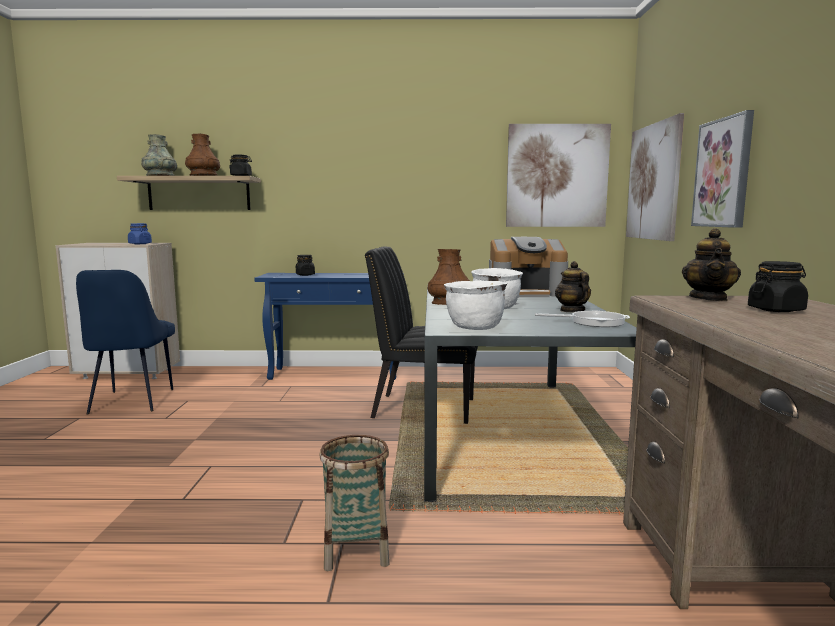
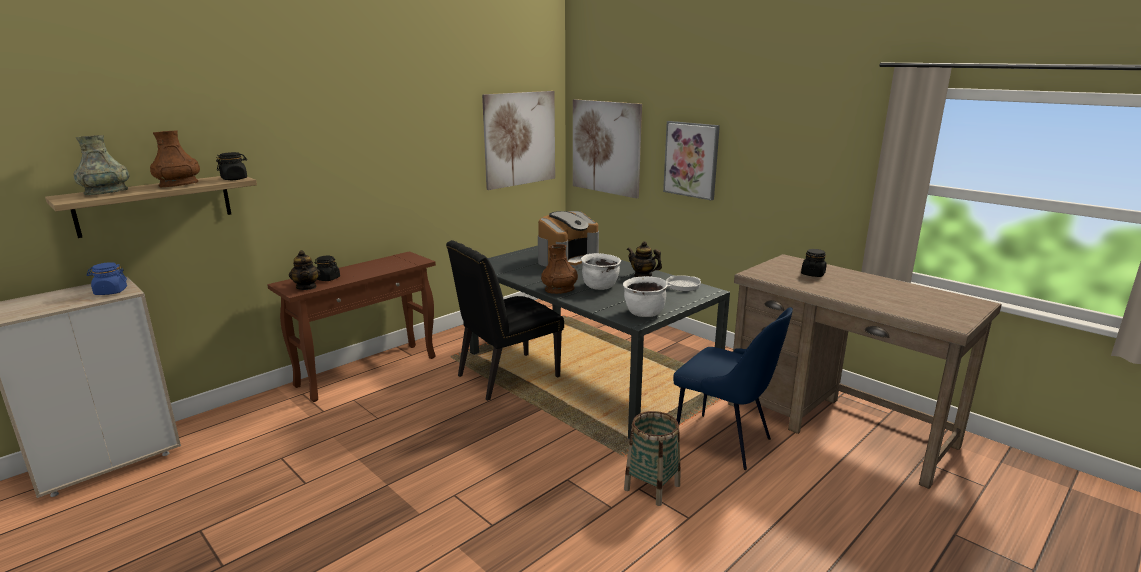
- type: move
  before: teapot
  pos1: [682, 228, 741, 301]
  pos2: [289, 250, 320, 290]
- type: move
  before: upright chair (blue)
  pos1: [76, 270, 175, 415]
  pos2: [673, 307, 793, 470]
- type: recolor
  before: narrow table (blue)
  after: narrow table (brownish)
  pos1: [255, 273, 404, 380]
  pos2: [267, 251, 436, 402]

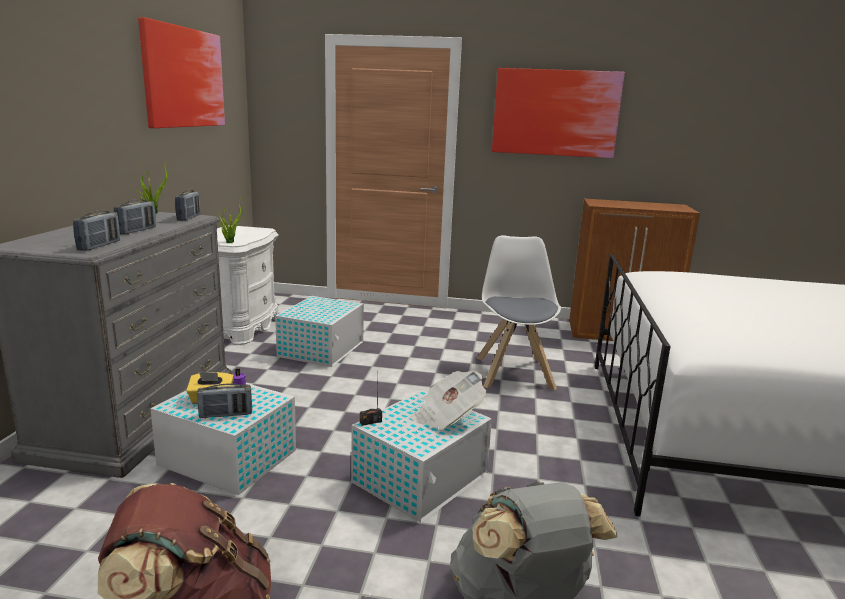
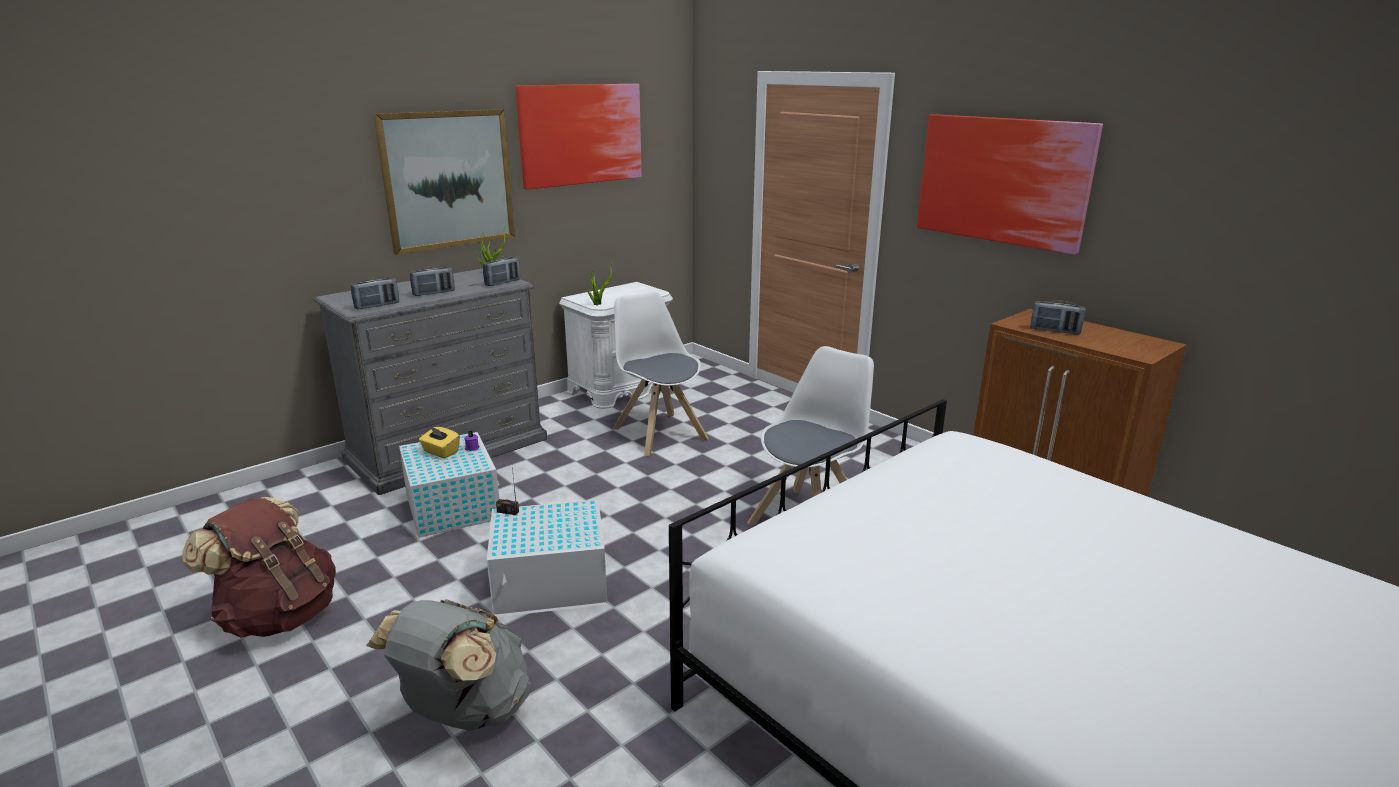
- type: replace
  before: storage bin (white-coloured)
  after: upright chair
  pos1: [275, 296, 364, 367]
  pos2: [613, 292, 708, 456]
- type: delete
  before: newspaper
  pos1: [411, 371, 486, 430]
- type: move
  before: radio receiver
  pos1: [197, 383, 252, 418]
  pos2: [1030, 300, 1086, 334]
- type: insert
  after: wall picture
  pos2: [373, 109, 515, 255]

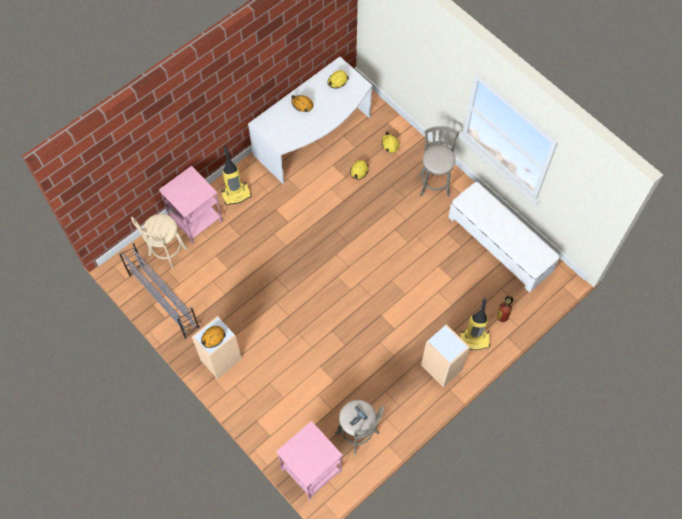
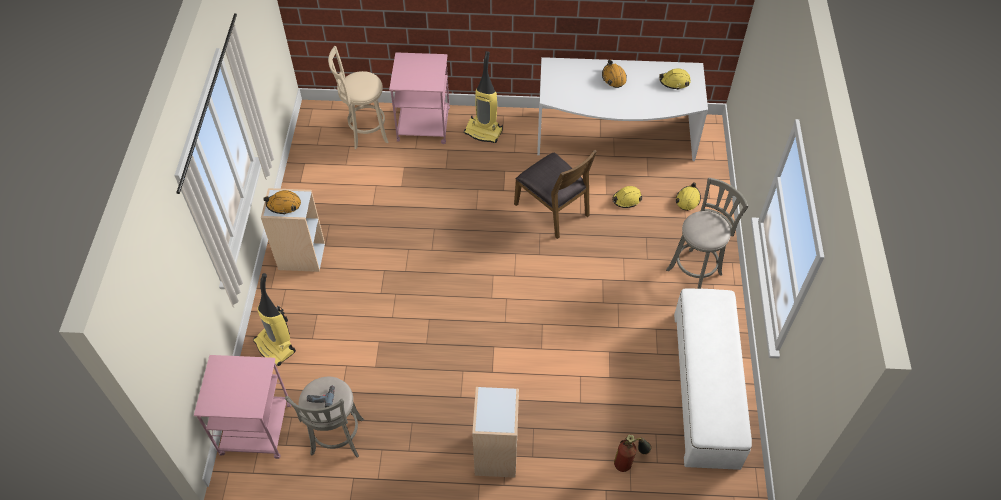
- type: delete
  before: shoe rack (greyish)
  pos1: [119, 242, 200, 339]
- type: move
  before: vacuum cleaner
  pos1: [460, 298, 490, 350]
  pos2: [253, 273, 296, 366]
- type: insert
  after: upright chair (brownish)
  pos2: [514, 150, 597, 239]

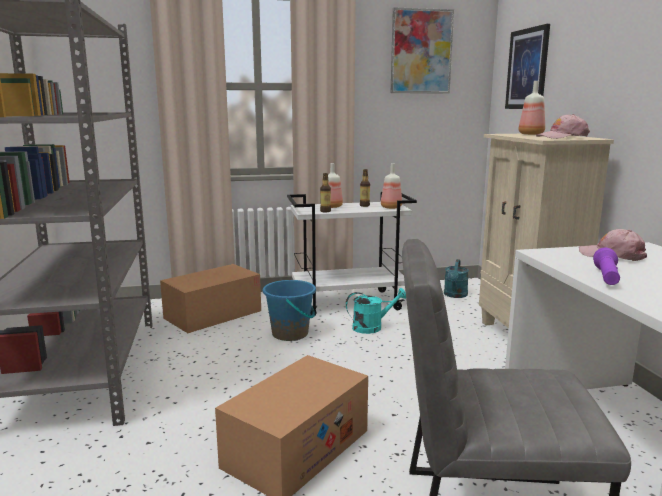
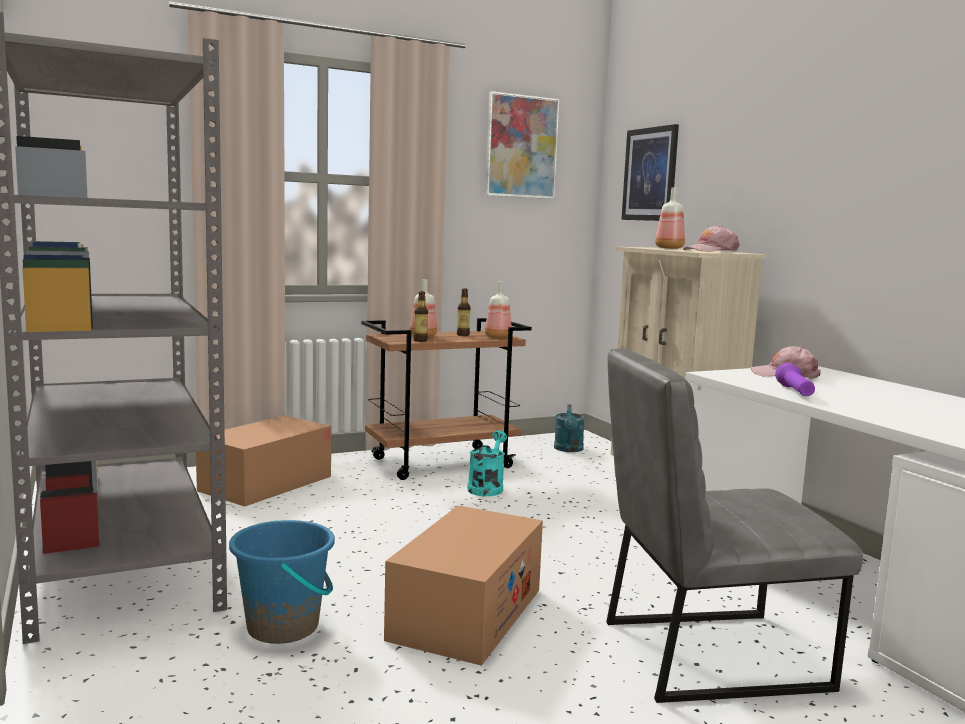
- type: recolor
  before: trolley (white-coloured)
  after: trolley (brownish)
  pos1: [287, 192, 417, 315]
  pos2: [361, 318, 532, 480]
- type: move
  before: pail (blue)
  pos1: [263, 280, 316, 341]
  pos2: [229, 520, 335, 644]
- type: rotate
  before: watering pot (turquoise)
  pos1: [346, 288, 406, 334]
  pos2: [467, 430, 507, 496]
  turn: -45

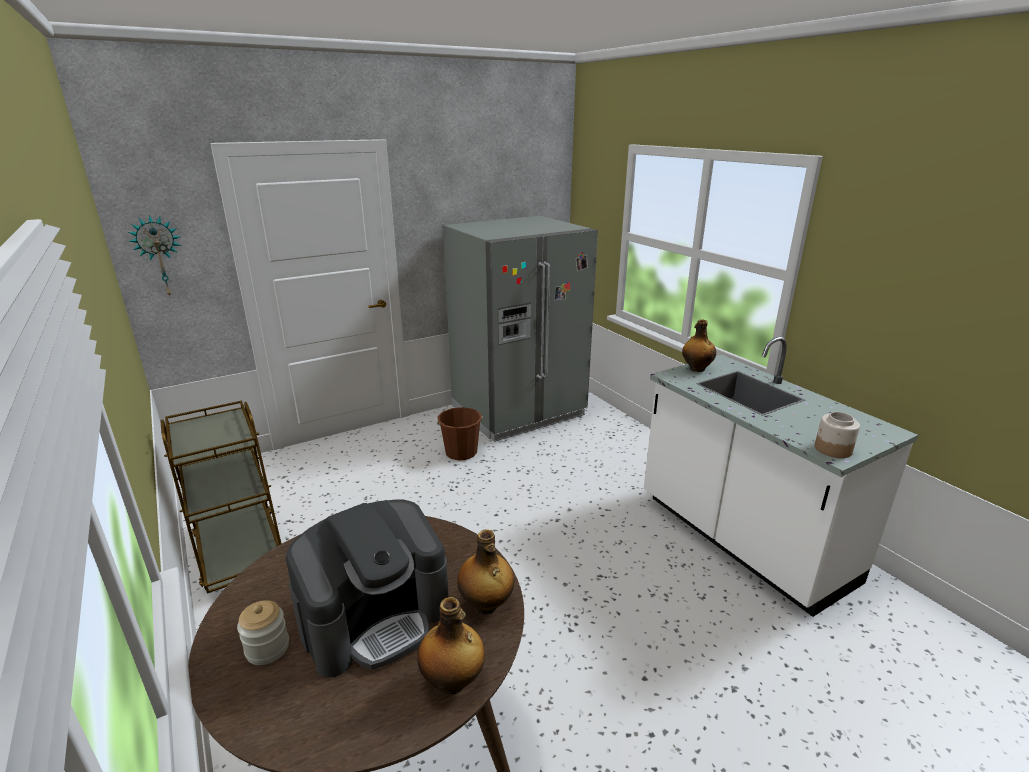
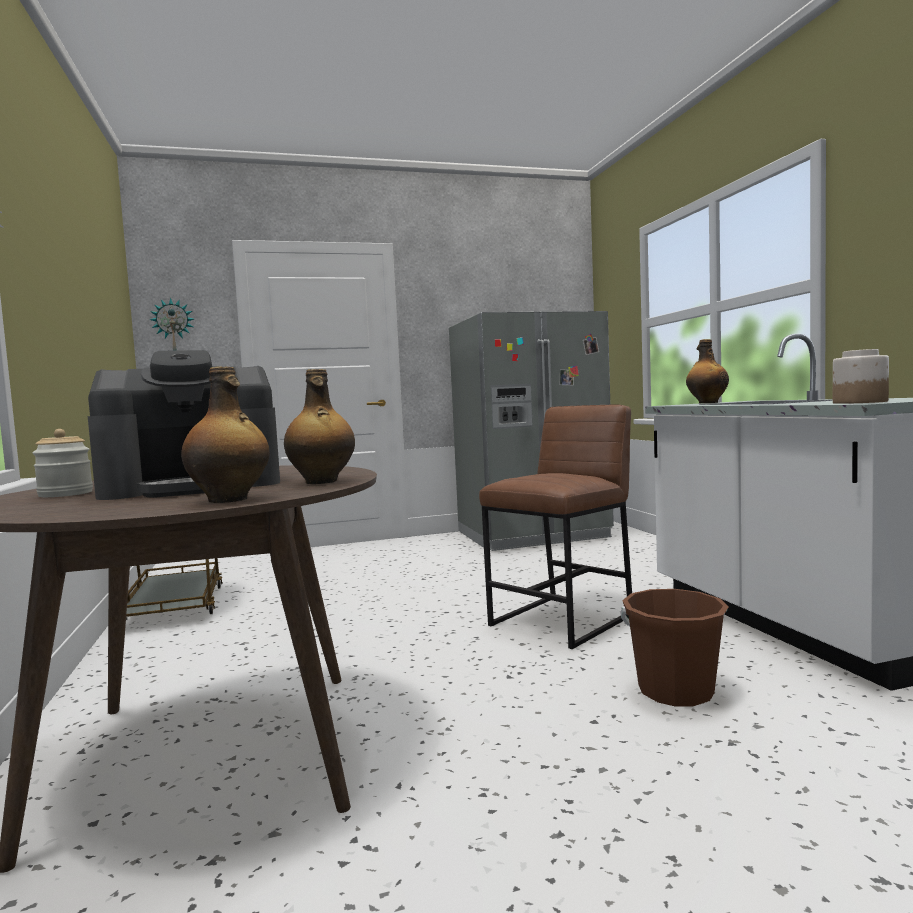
- type: move
  before: pail (brownish)
  pos1: [437, 407, 483, 460]
  pos2: [620, 589, 729, 707]
- type: insert
  after: upright chair (brownish)
  pos2: [479, 405, 632, 649]

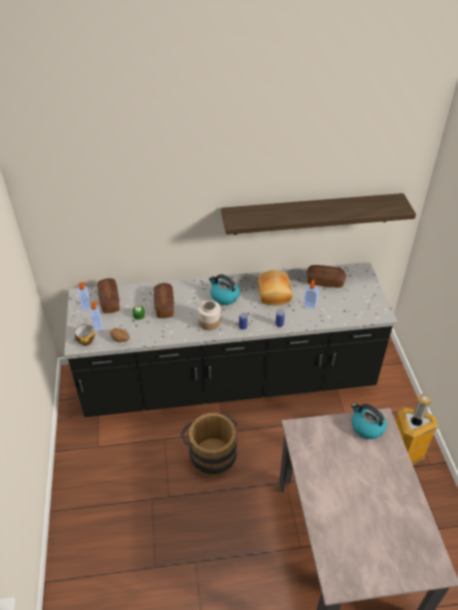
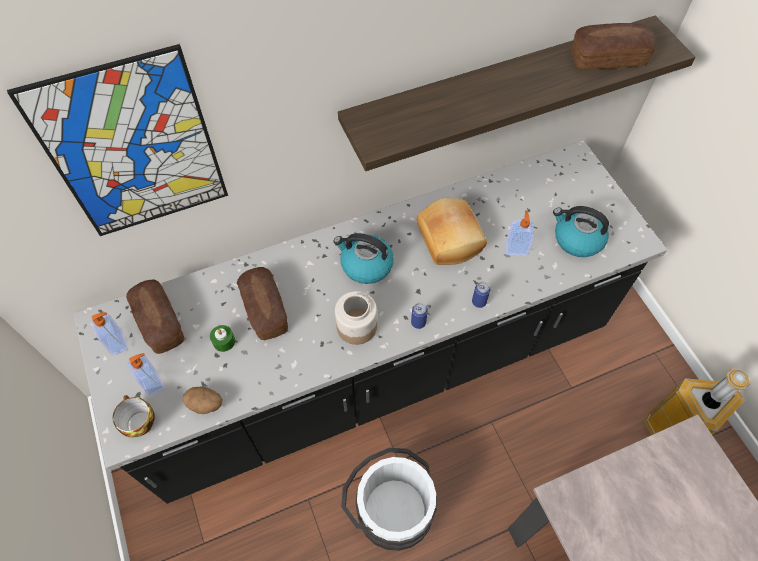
- type: move
  before: bread
  pos1: [307, 265, 346, 288]
  pos2: [571, 23, 657, 70]
- type: move
  before: tea kettle
  pos1: [351, 403, 387, 439]
  pos2: [553, 206, 609, 257]
- type: recolor
  before: pail (brownish)
  after: pail (white-coloured)
  pos1: [180, 413, 237, 477]
  pos2: [341, 448, 437, 551]
- type: insert
  after: wall picture
  pos2: [7, 44, 228, 236]

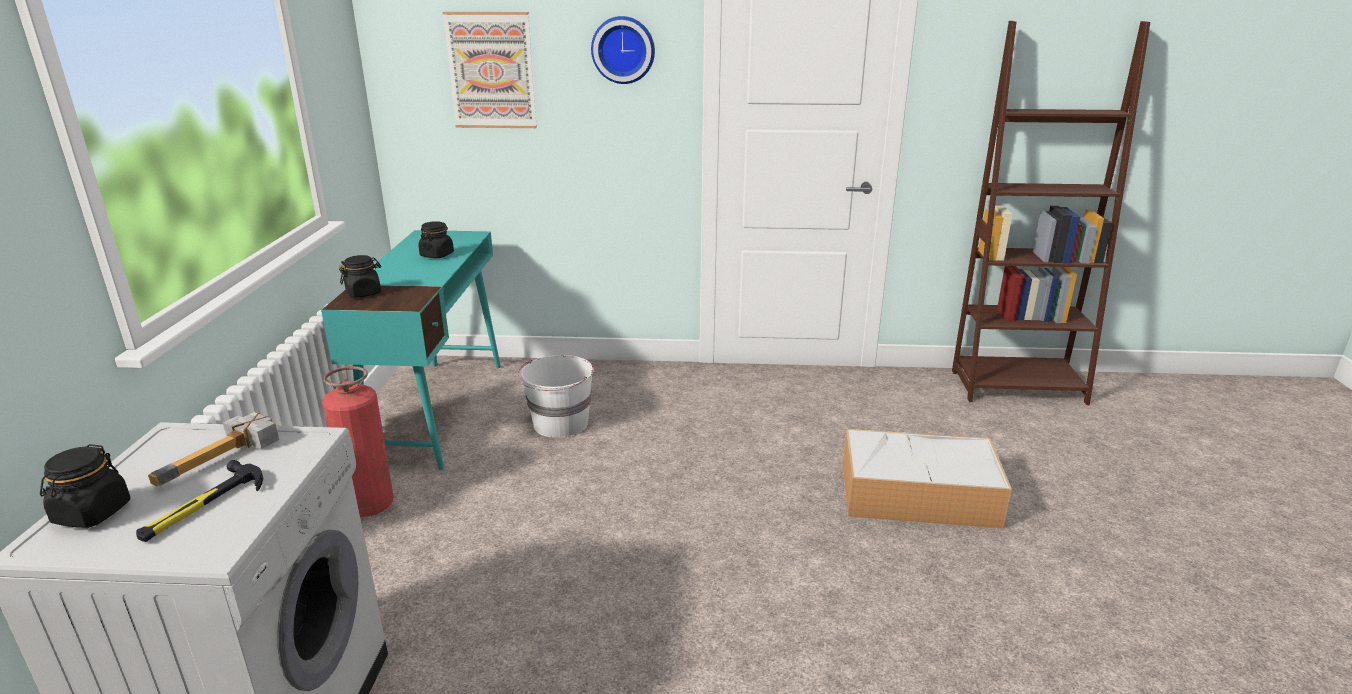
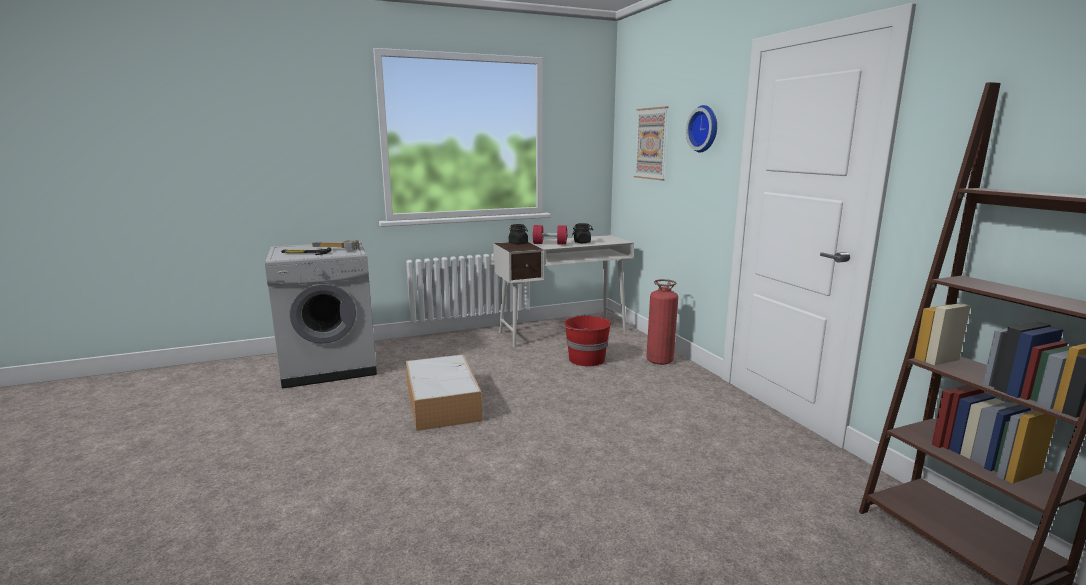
- type: recolor
  before: desk table (turquoise)
  after: desk table (white-coloured)
  pos1: [321, 230, 501, 470]
  pos2: [493, 235, 634, 347]
- type: recolor
  before: pail (white-coloured)
  after: pail (reddish)
  pos1: [518, 355, 594, 438]
  pos2: [562, 314, 611, 366]
- type: move
  before: extinguisher
  pos1: [322, 366, 394, 517]
  pos2: [646, 279, 678, 365]
- type: move
  before: storage bin
  pos1: [843, 429, 1012, 529]
  pos2: [406, 354, 482, 431]
- type: delete
  before: storage jar (black)
  pos1: [40, 444, 130, 528]
- type: insert
  after: hand weight (reddish)
  pos2: [532, 225, 568, 245]

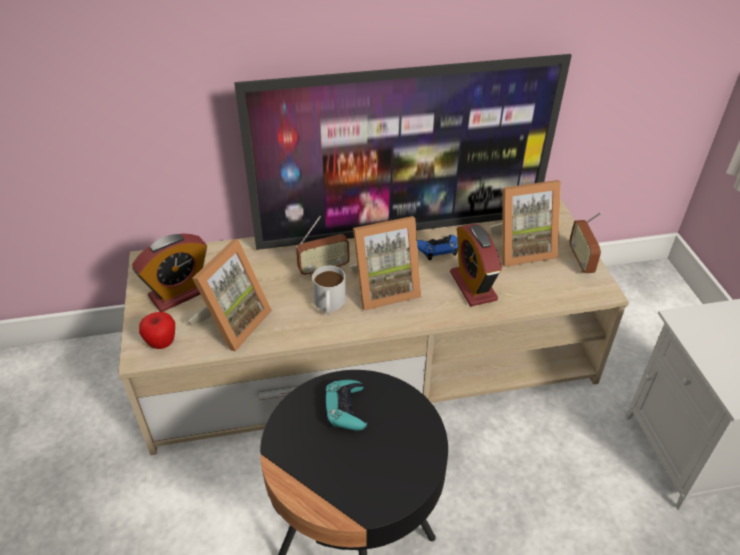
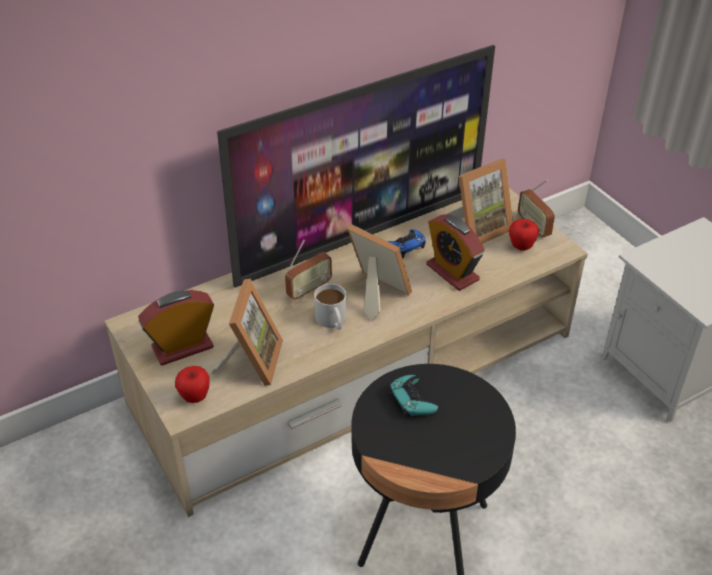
- type: rotate
  before: picture frame
  pos1: [350, 216, 421, 311]
  pos2: [347, 224, 412, 321]
  turn: -105
- type: rotate
  before: bedside clock
  pos1: [132, 234, 207, 312]
  pos2: [138, 290, 214, 366]
  turn: -150
- type: insert
  after: apple
  pos2: [509, 219, 539, 251]

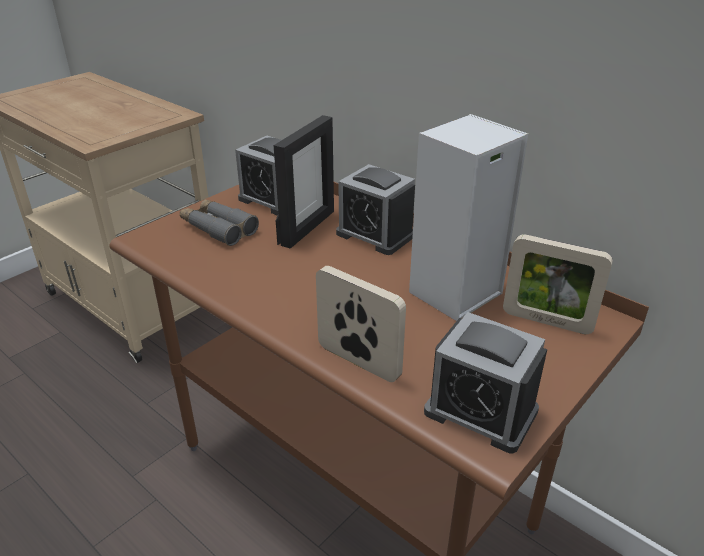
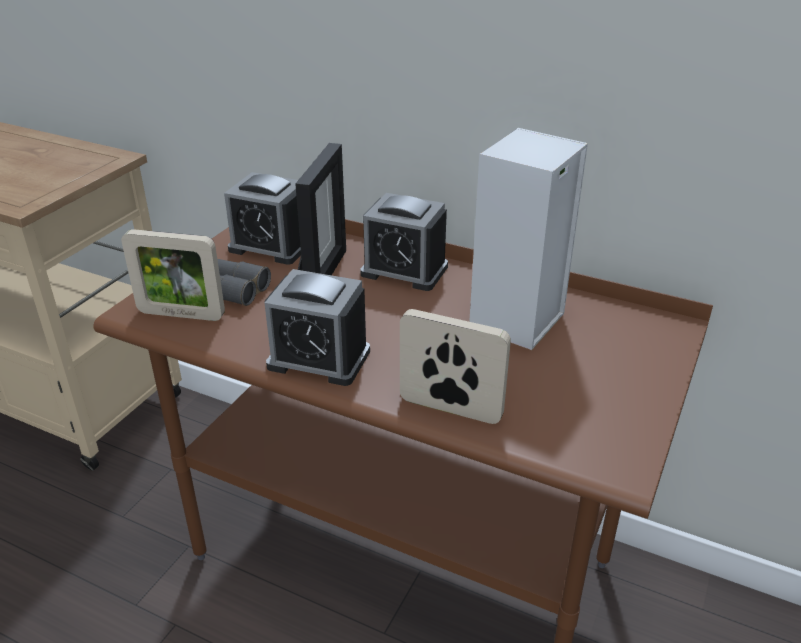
- type: move
  before: picture frame
  pos1: [503, 234, 613, 334]
  pos2: [121, 229, 225, 321]
- type: move
  before: bedside clock
  pos1: [424, 312, 547, 453]
  pos2: [265, 269, 370, 386]

